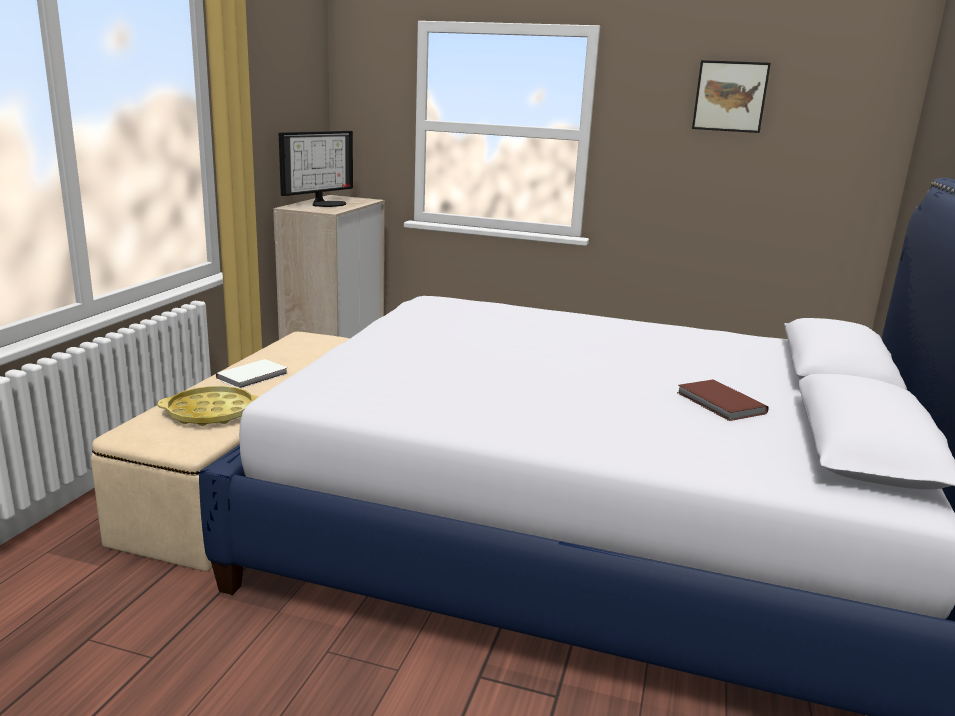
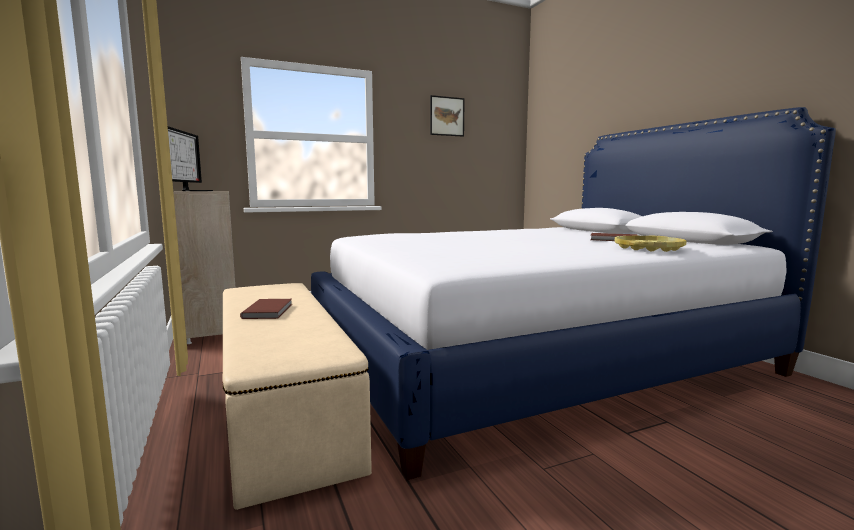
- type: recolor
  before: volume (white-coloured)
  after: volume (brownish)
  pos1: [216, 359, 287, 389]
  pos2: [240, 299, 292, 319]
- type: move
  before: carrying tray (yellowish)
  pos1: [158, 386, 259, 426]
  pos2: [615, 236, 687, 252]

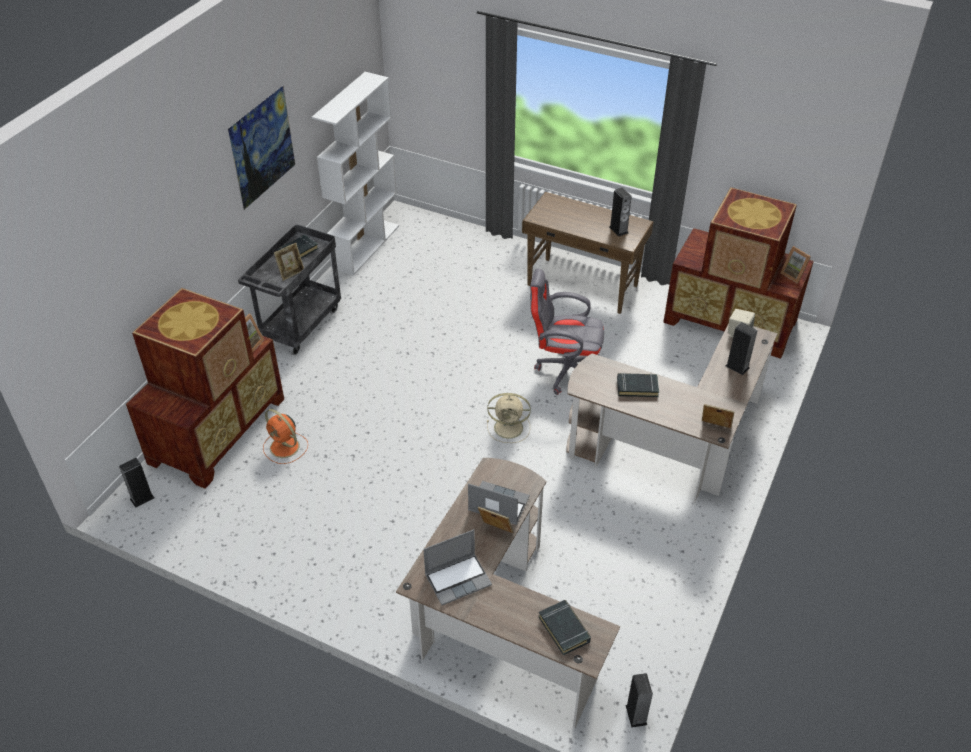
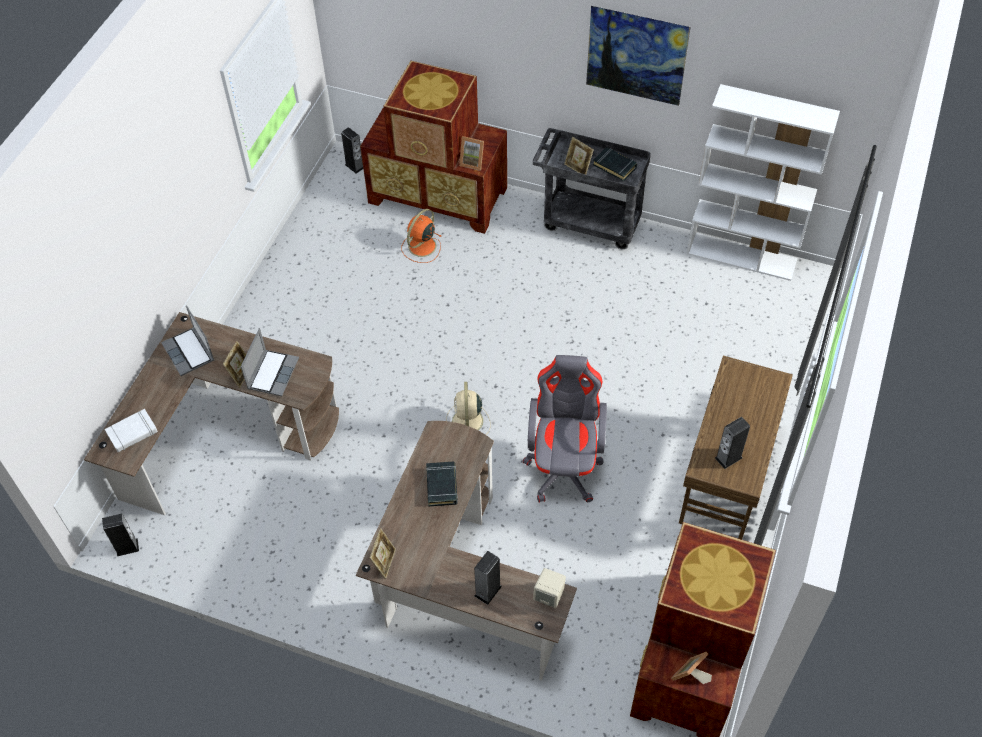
- type: recolor
  before: volume (black)
  after: volume (white-coloured)
  pos1: [538, 600, 591, 655]
  pos2: [105, 409, 158, 452]

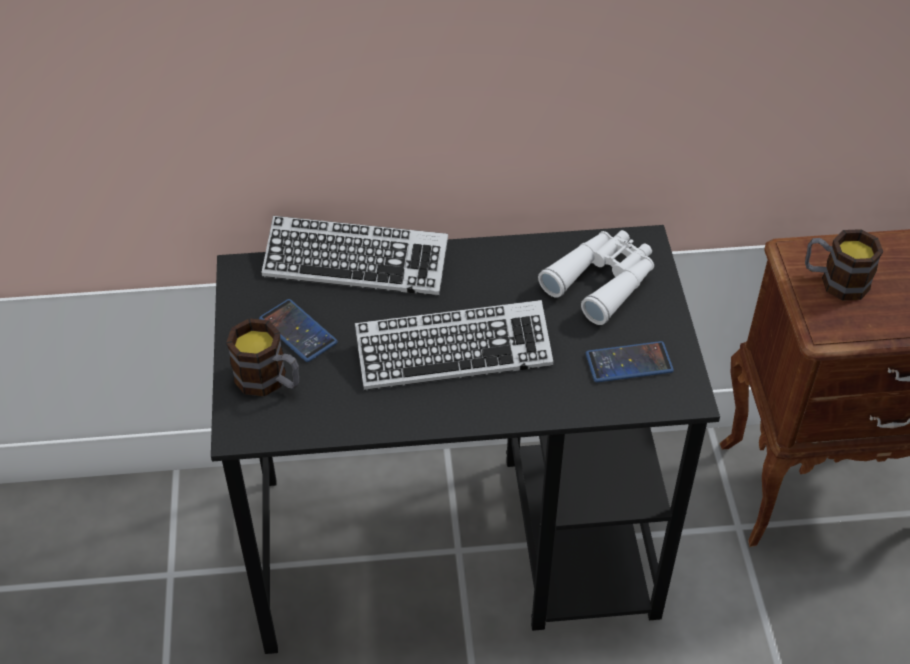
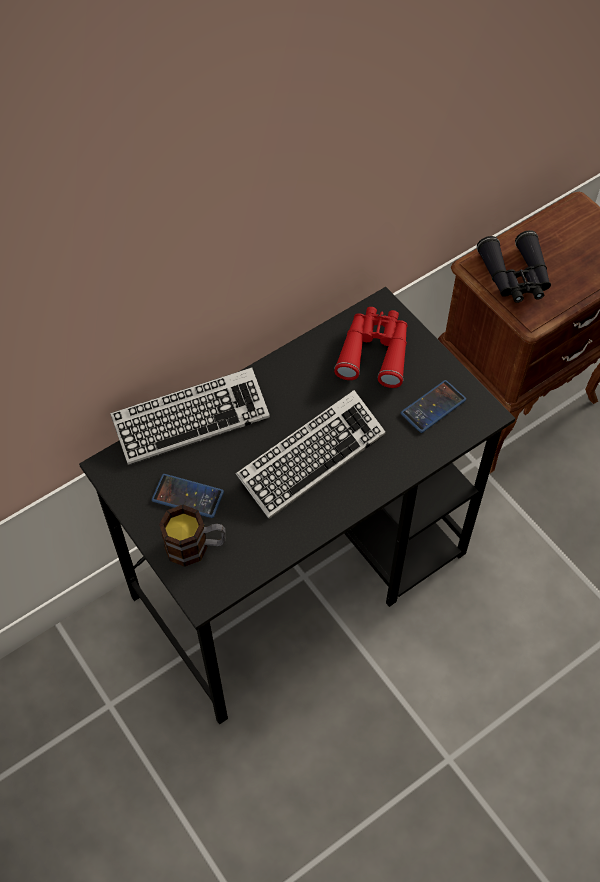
- type: replace
  before: tea mug
  after: pair of binoculars (black)
  pos1: [805, 229, 883, 301]
  pos2: [477, 230, 551, 303]
- type: recolor
  before: pair of binoculars (white-coloured)
  after: pair of binoculars (reddish)
  pos1: [538, 230, 654, 325]
  pos2: [334, 307, 408, 388]

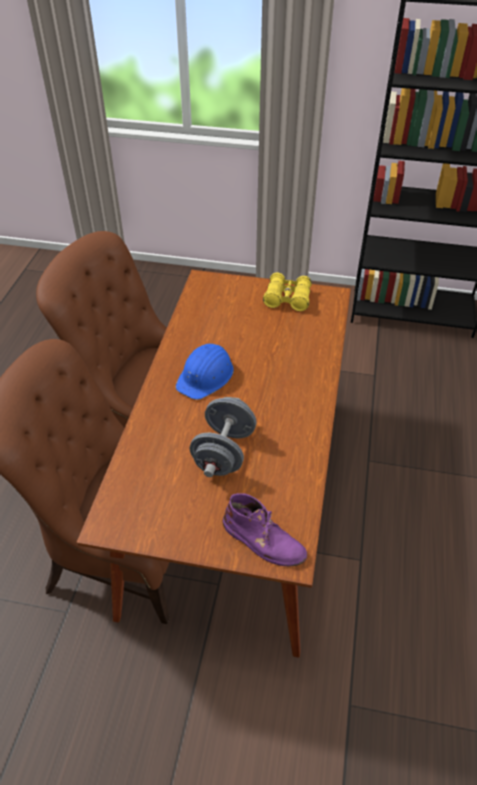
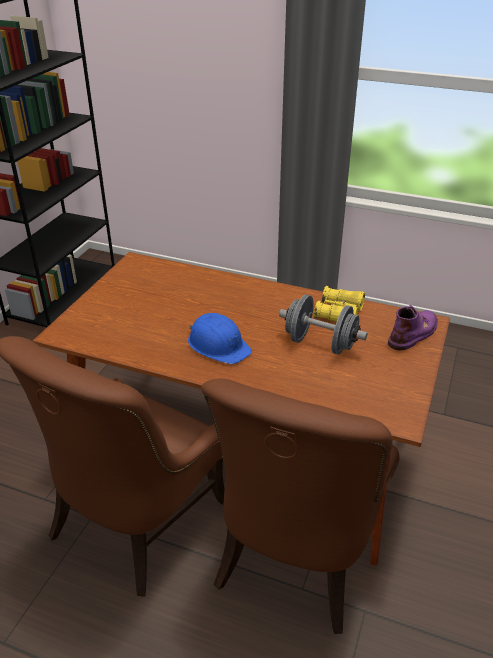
- type: move
  before: pair of binoculars (yellowish)
  pos1: [263, 273, 312, 311]
  pos2: [314, 286, 365, 322]

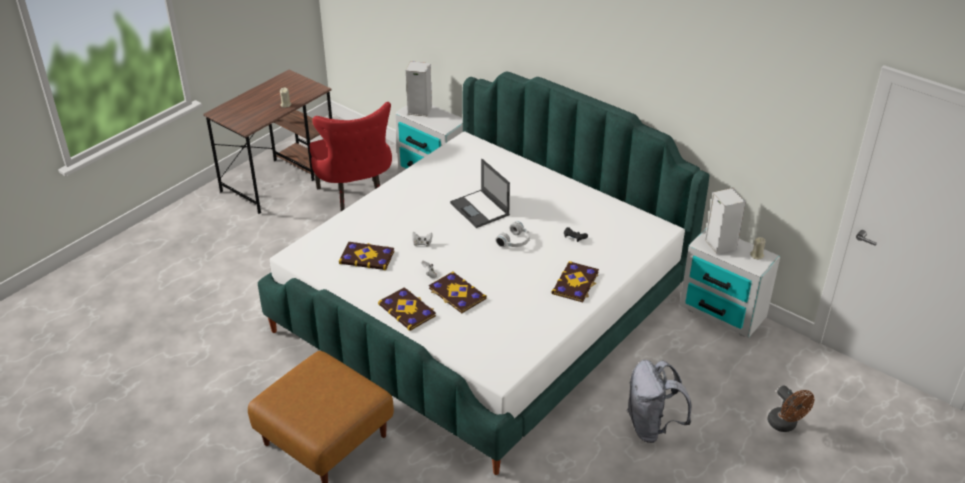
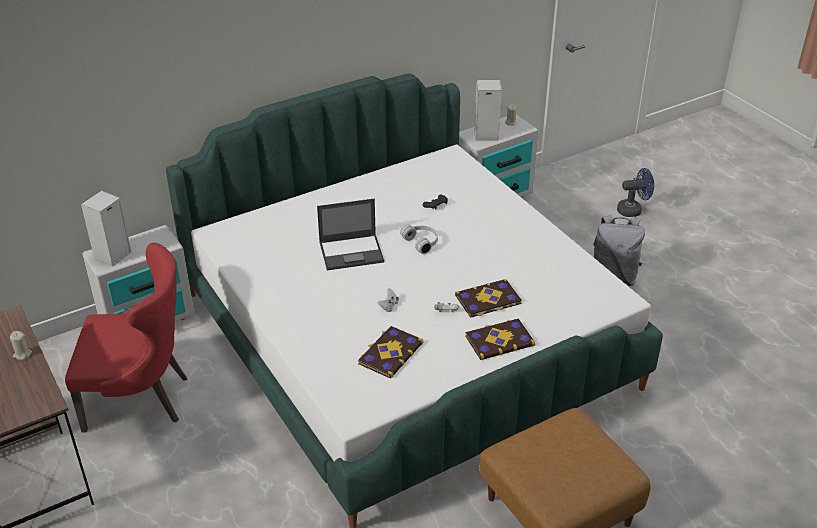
- type: delete
  before: volume
  pos1: [551, 261, 599, 303]
- type: recolor
  before: fan (brownish)
  after: fan (blue)
  pos1: [767, 385, 814, 432]
  pos2: [617, 168, 654, 217]

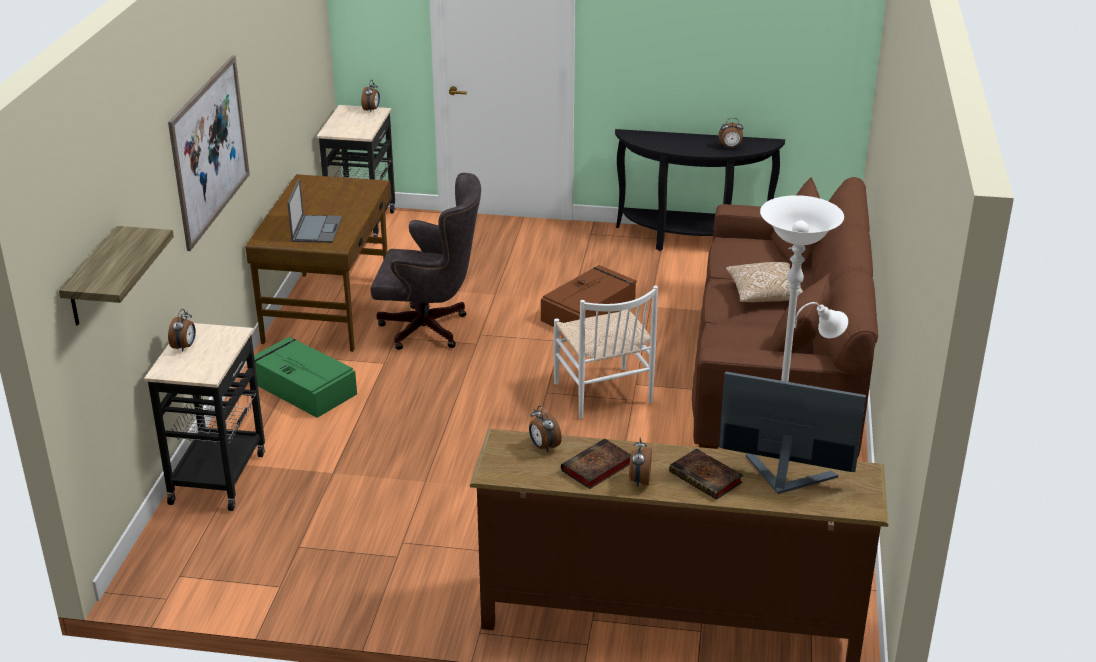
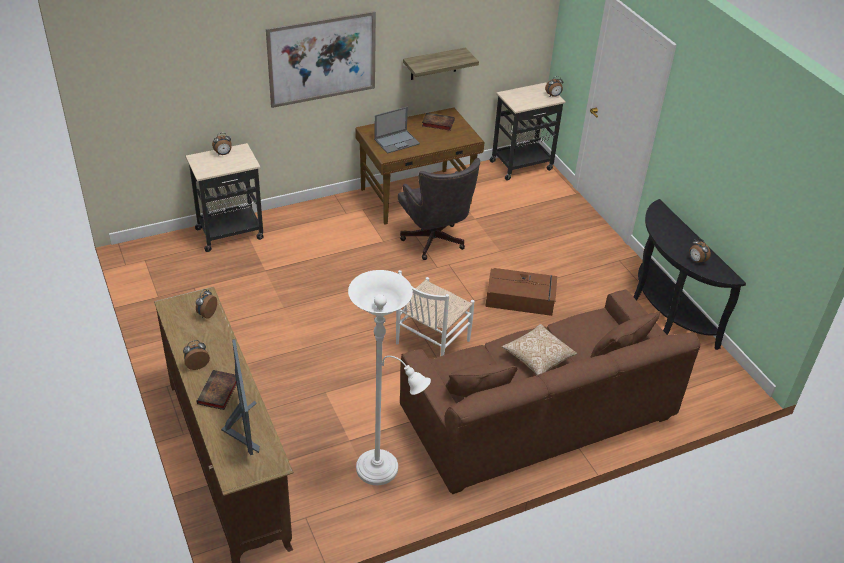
- type: move
  before: shelf
  pos1: [59, 226, 174, 326]
  pos2: [403, 48, 479, 80]
- type: delete
  before: storage bin (green-coloured)
  pos1: [254, 337, 357, 418]
- type: move
  before: volume
  pos1: [561, 438, 631, 489]
  pos2: [422, 113, 455, 131]

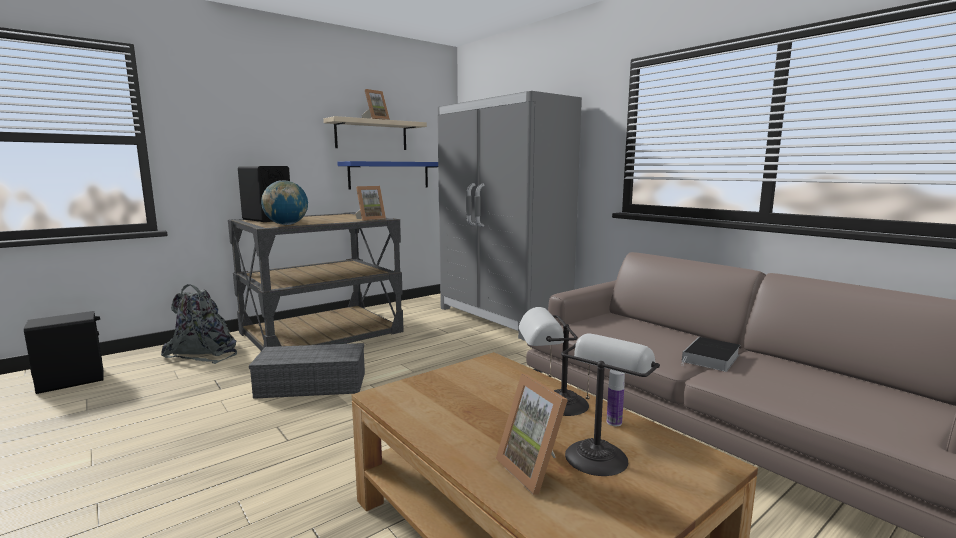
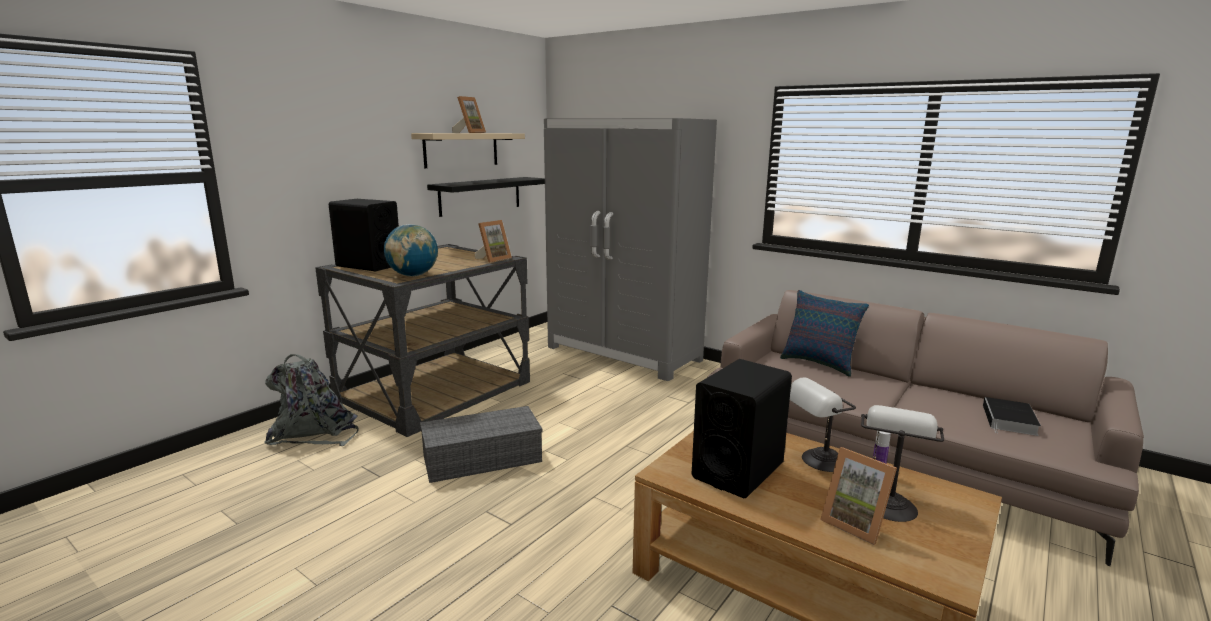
- type: recolor
  before: shelf (blue)
  after: shelf (black)
  pos1: [337, 161, 438, 189]
  pos2: [427, 177, 545, 217]
- type: move
  before: audio speaker (black)
  pos1: [24, 311, 103, 394]
  pos2: [692, 359, 792, 498]
- type: move
  before: volume
  pos1: [681, 337, 740, 372]
  pos2: [983, 397, 1041, 436]
- type: insert
  after: throw pillow (blue)
  pos2: [780, 290, 869, 377]

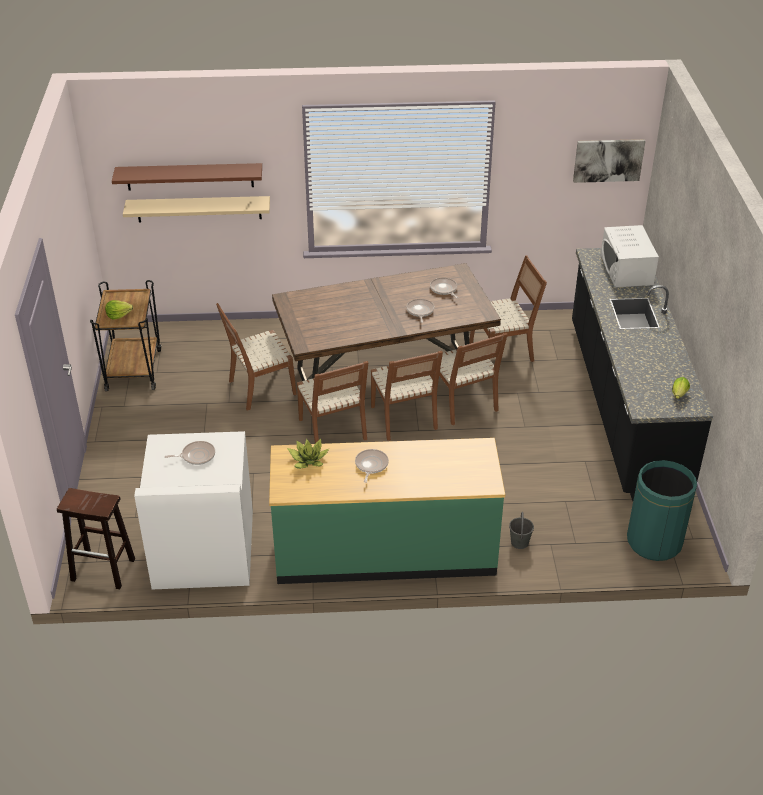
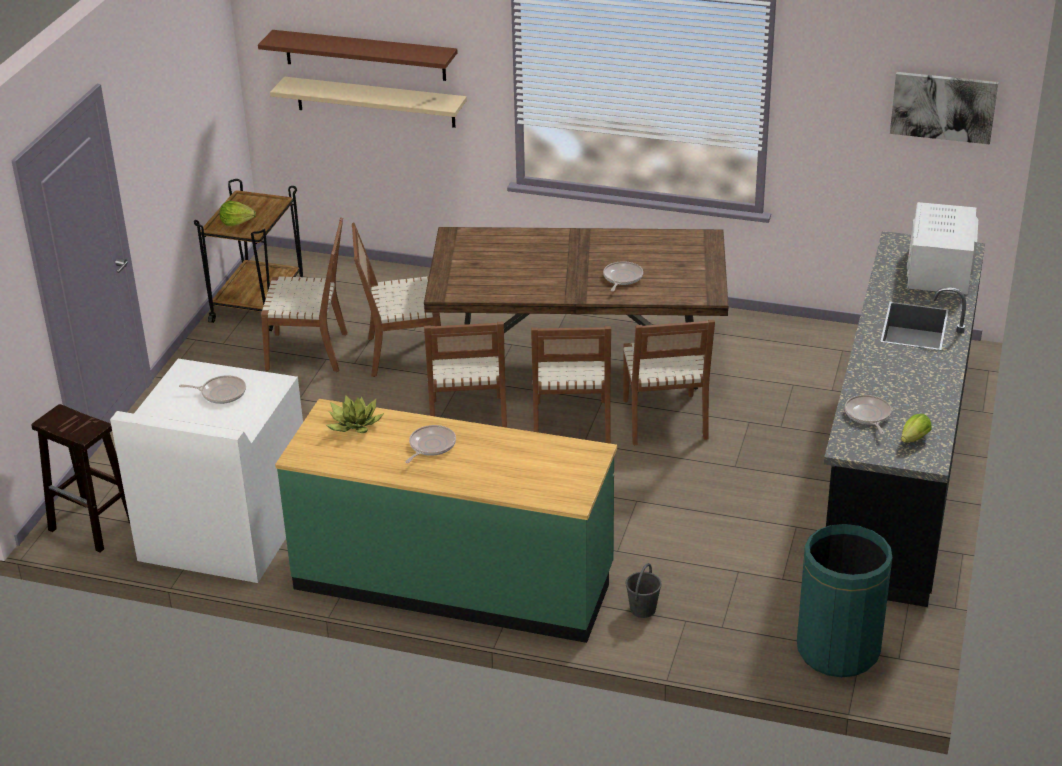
- type: move
  before: upright chair
  pos1: [469, 255, 547, 362]
  pos2: [261, 217, 348, 372]
- type: move
  before: pan
  pos1: [430, 277, 458, 299]
  pos2: [845, 395, 892, 435]

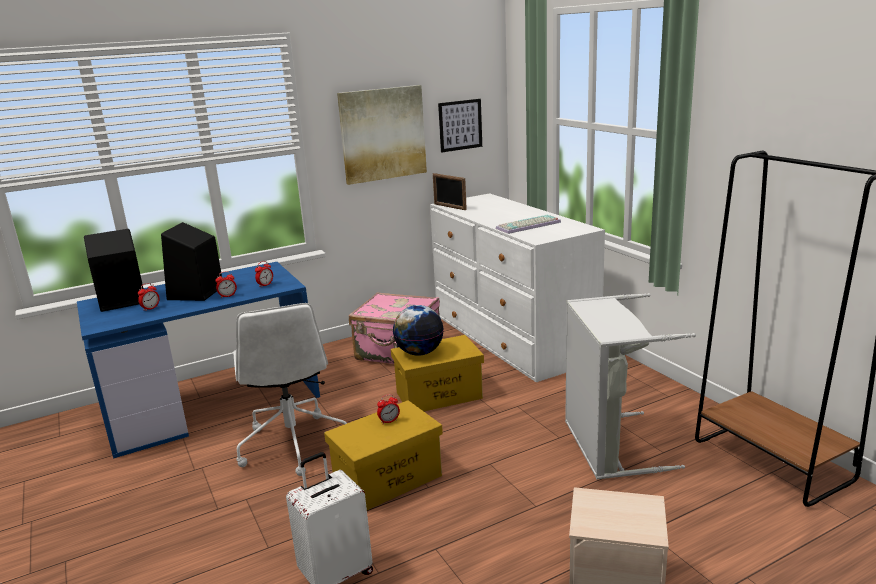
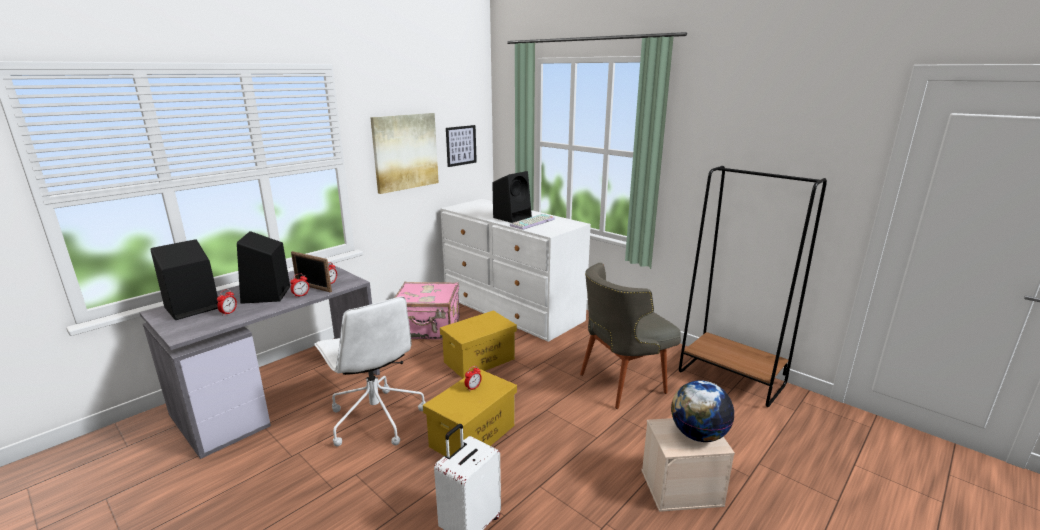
- type: move
  before: picture frame
  pos1: [433, 173, 467, 210]
  pos2: [291, 251, 332, 292]
- type: recolor
  before: desk table (blue)
  after: desk table (greyish)
  pos1: [77, 262, 320, 458]
  pos2: [139, 263, 380, 459]
- type: replace
  before: laundry basket (greyish)
  after: upright chair (greyish)
  pos1: [565, 293, 696, 480]
  pos2: [580, 263, 681, 409]
- type: move
  before: globe
  pos1: [393, 305, 444, 356]
  pos2: [671, 380, 734, 442]
- type: insert
  after: audio speaker (black)
  pos2: [492, 171, 532, 223]

